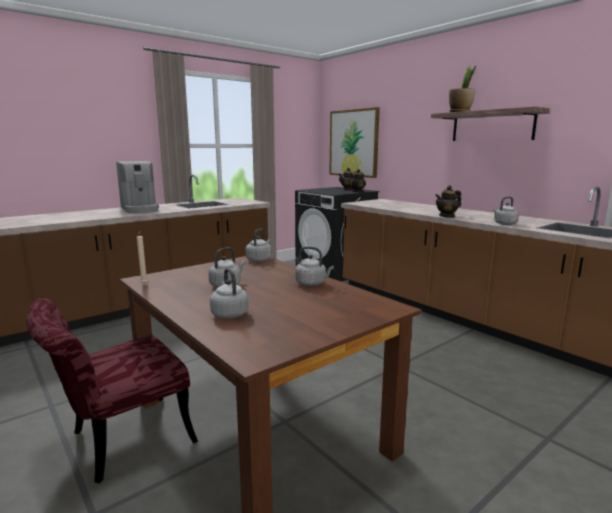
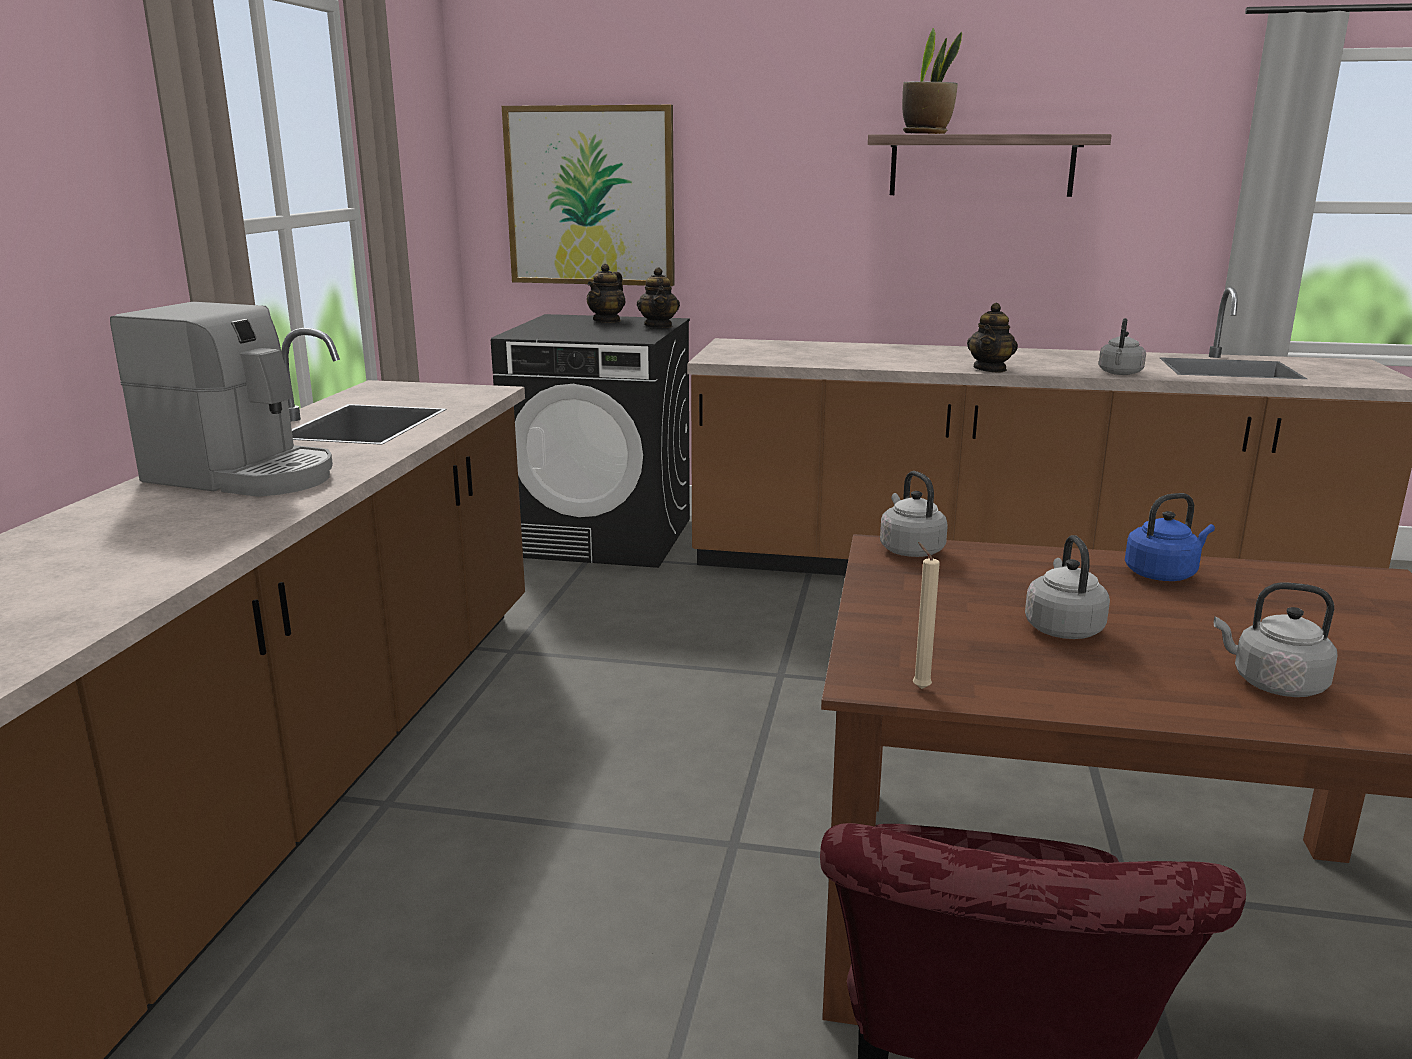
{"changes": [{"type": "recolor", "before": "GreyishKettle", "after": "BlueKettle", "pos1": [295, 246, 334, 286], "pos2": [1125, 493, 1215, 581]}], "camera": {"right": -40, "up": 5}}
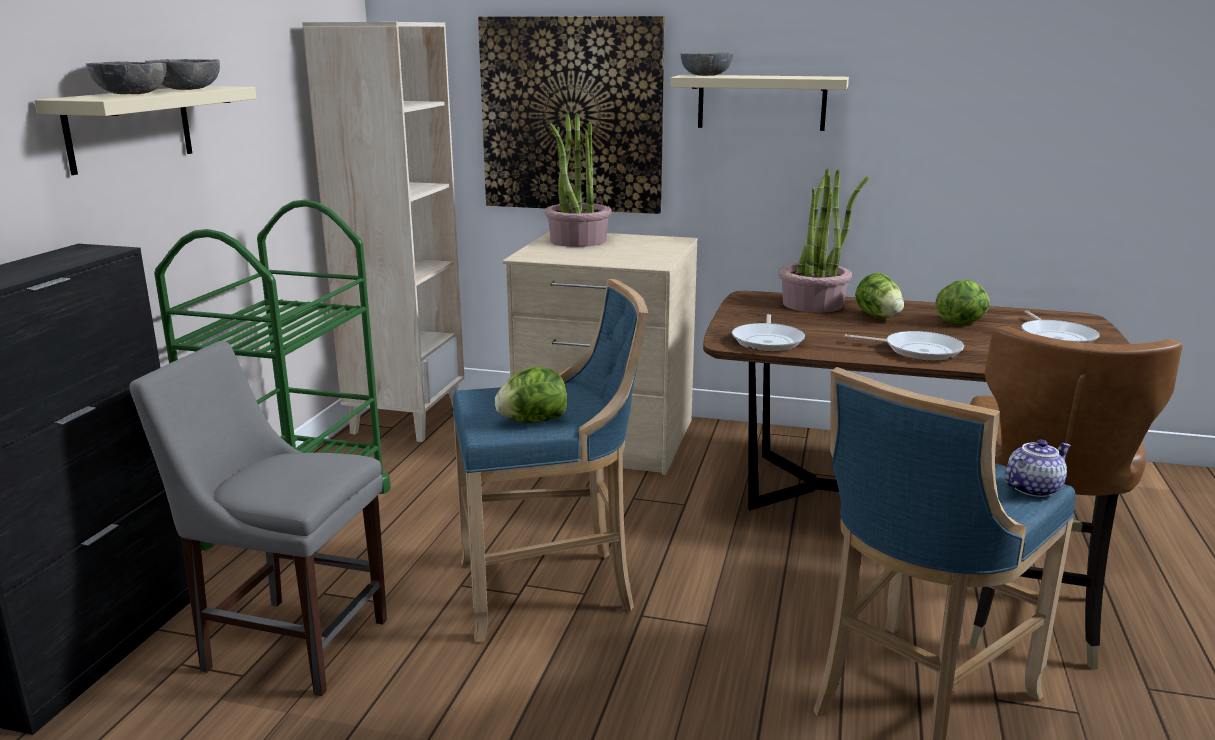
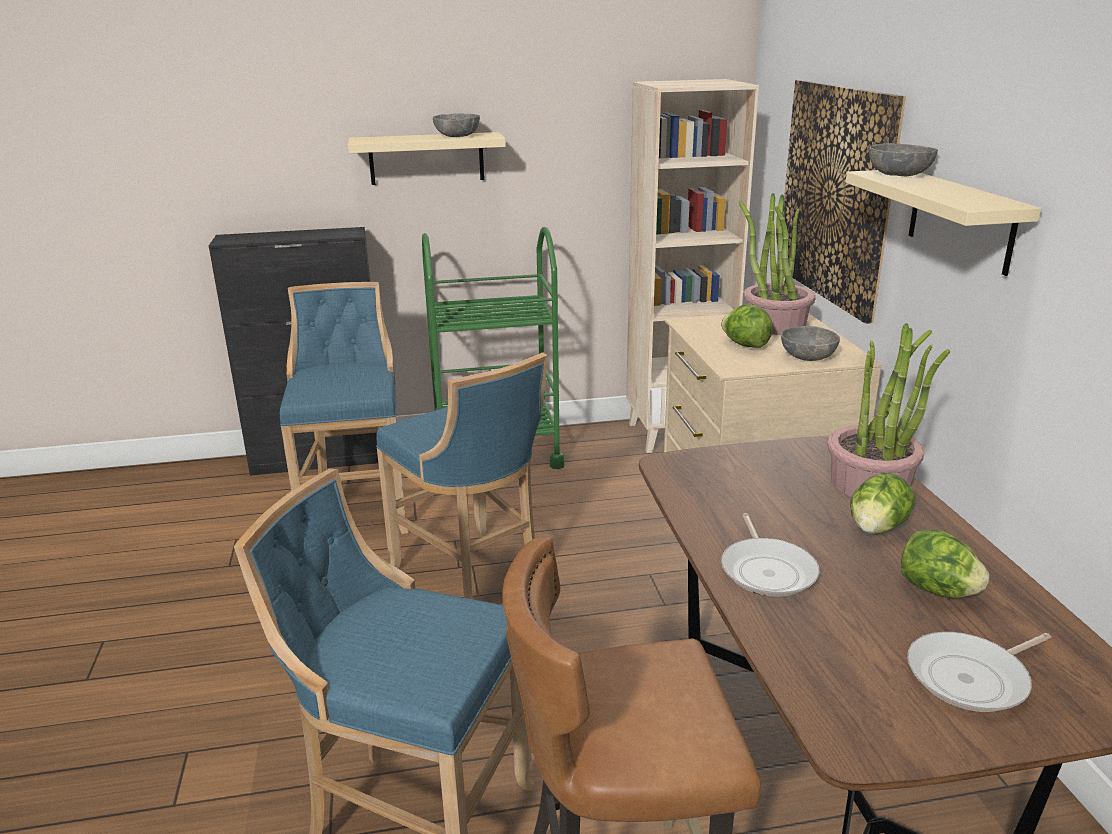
{"changes": [{"type": "delete", "before": "Pan", "pos1": [732, 314, 805, 352]}, {"type": "delete", "before": "PotForTea", "pos1": [1004, 439, 1071, 497]}, {"type": "move", "before": "GreyishServingBowl", "pos1": [86, 61, 167, 94], "pos2": [781, 326, 840, 361]}, {"type": "move", "before": "HeadOfLettuce", "pos1": [495, 367, 567, 423], "pos2": [721, 304, 773, 348]}, {"type": "replace", "before": "GreyishChair", "after": "BlueStoolSeat", "pos1": [129, 341, 387, 696], "pos2": [280, 282, 409, 534]}], "camera": {"right": 65, "up": 5}}
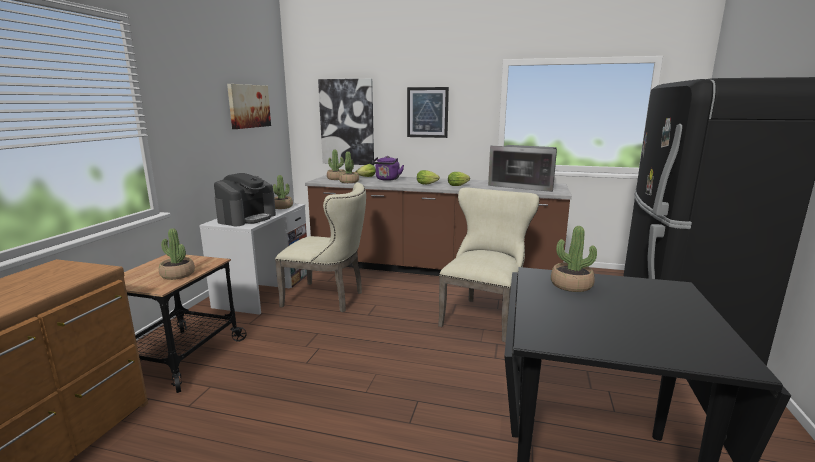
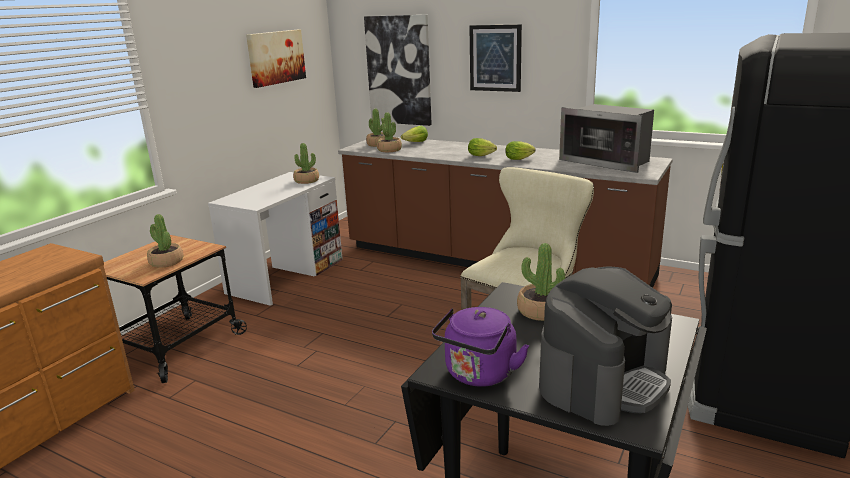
{"changes": [{"type": "delete", "before": "SandColouredChair", "pos1": [275, 183, 366, 312]}, {"type": "move", "before": "CoffeeBrewer", "pos1": [214, 173, 276, 226], "pos2": [539, 267, 672, 426]}, {"type": "move", "before": "PurpleColouredKettle", "pos1": [372, 156, 404, 181], "pos2": [432, 307, 529, 387]}], "camera": {"right": 15, "up": 5}}
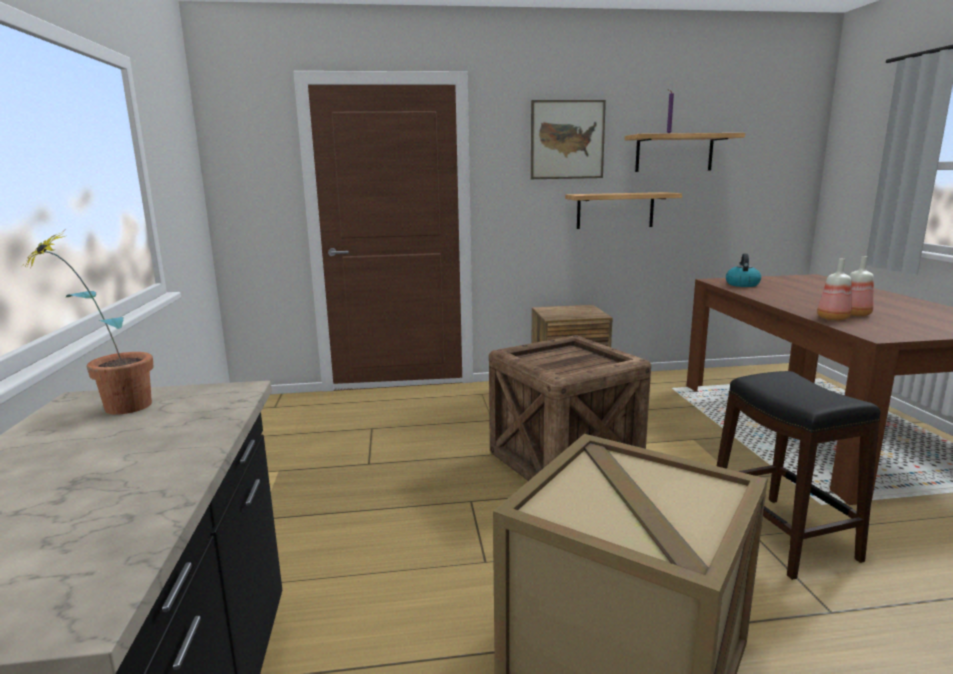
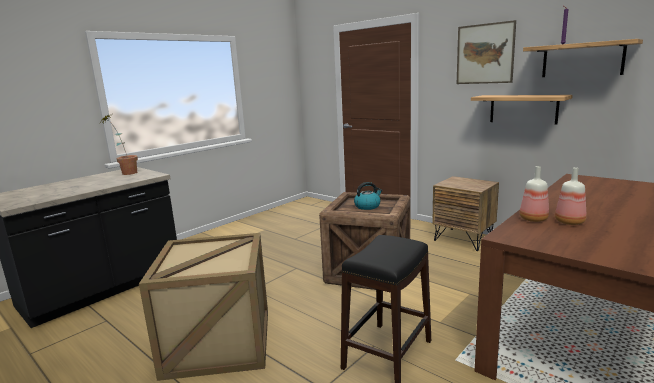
{"changes": [{"type": "move", "before": "Kettle", "pos1": [726, 253, 761, 287], "pos2": [354, 182, 382, 210]}], "camera": {"right": 50, "up": 0}}
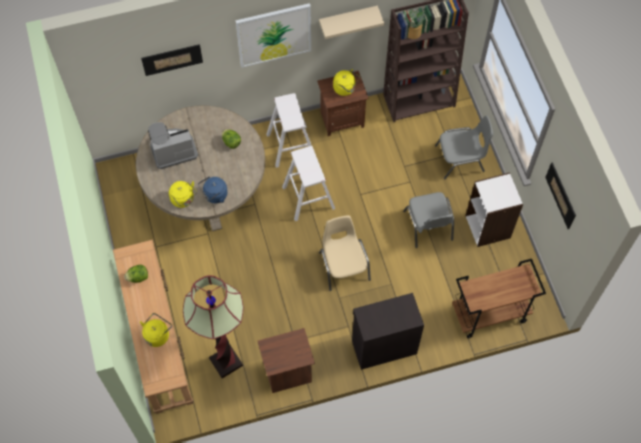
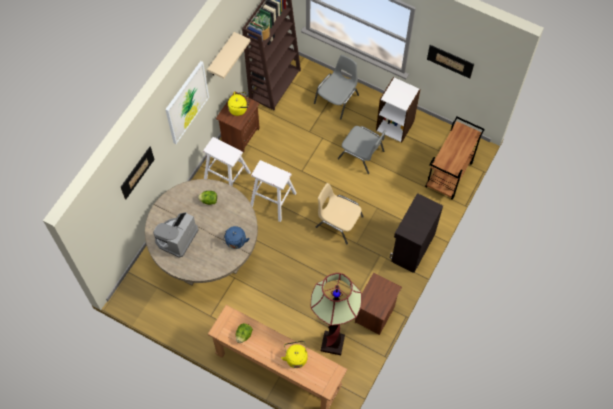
{"changes": [{"type": "delete", "before": "YellowishKettle", "pos1": [169, 181, 197, 208]}], "camera": {"right": -45, "up": 0}}
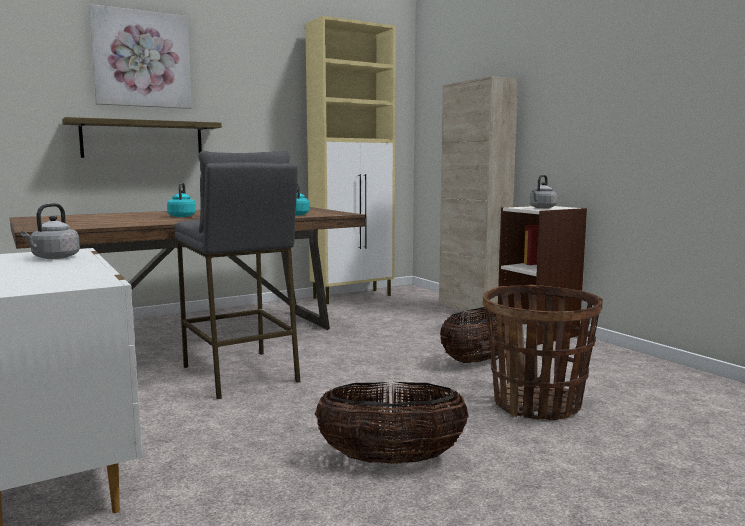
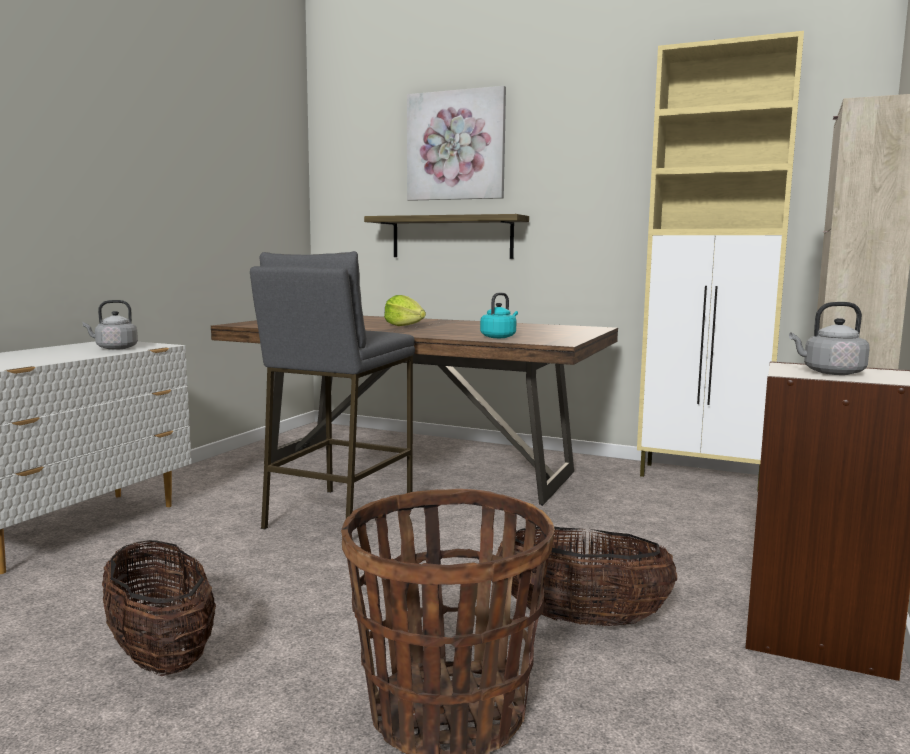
{"changes": [{"type": "replace", "before": "TurquoiseColouredKettle", "after": "HeadOfLettuce", "pos1": [167, 182, 196, 217], "pos2": [384, 295, 426, 326]}], "camera": {"right": 55, "up": 0}}
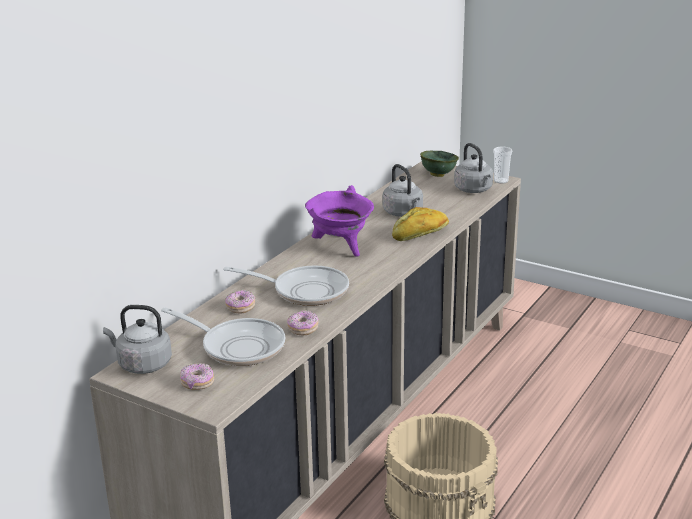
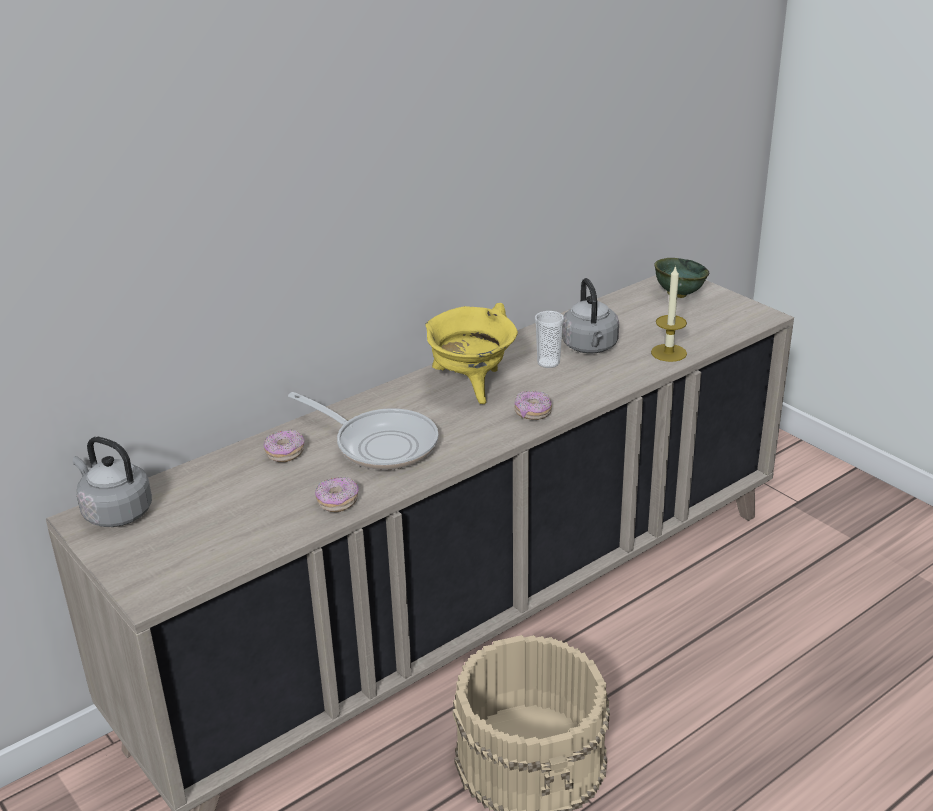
{"changes": [{"type": "delete", "before": "Pan", "pos1": [161, 307, 285, 366]}, {"type": "delete", "before": "BakedBread", "pos1": [392, 207, 449, 241]}, {"type": "delete", "before": "GreyishKettle", "pos1": [454, 143, 493, 193]}, {"type": "insert", "after": "Candle", "pos2": [651, 265, 687, 362]}, {"type": "move", "before": "RingDoughnut", "pos1": [180, 363, 214, 390], "pos2": [514, 391, 552, 420]}, {"type": "move", "before": "DrinkingCup", "pos1": [493, 147, 512, 184], "pos2": [535, 311, 564, 368]}, {"type": "recolor", "before": "PurpleColouredSaucepot", "after": "YellowishSaucepot", "pos1": [305, 185, 374, 257], "pos2": [425, 303, 518, 404]}], "camera": {"right": 20, "up": 5}}
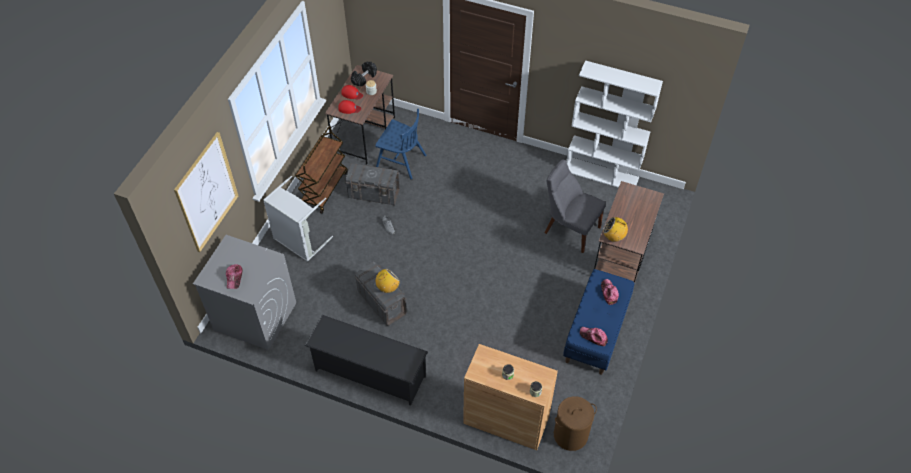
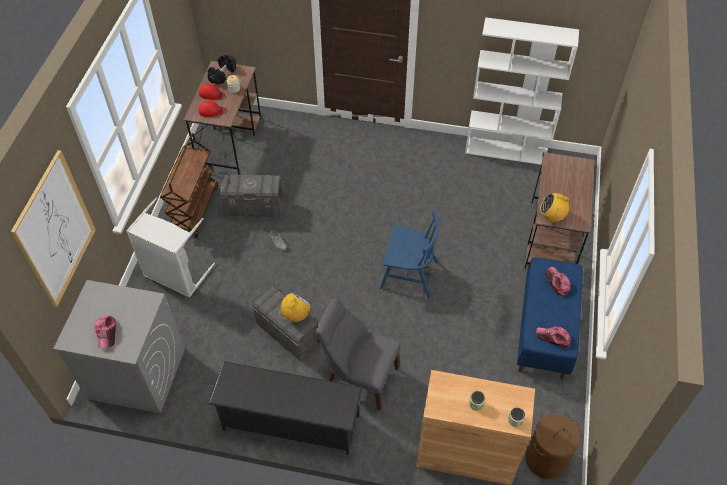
{"changes": [{"type": "move", "before": "BlueChair", "pos1": [375, 109, 426, 179], "pos2": [380, 210, 439, 298]}, {"type": "move", "before": "GreyishChair", "pos1": [545, 159, 606, 253], "pos2": [316, 298, 400, 411]}], "camera": {"right": -10, "up": 0}}
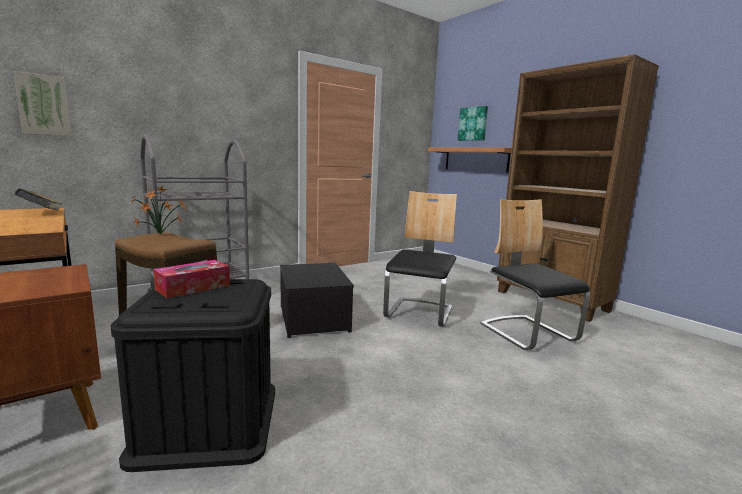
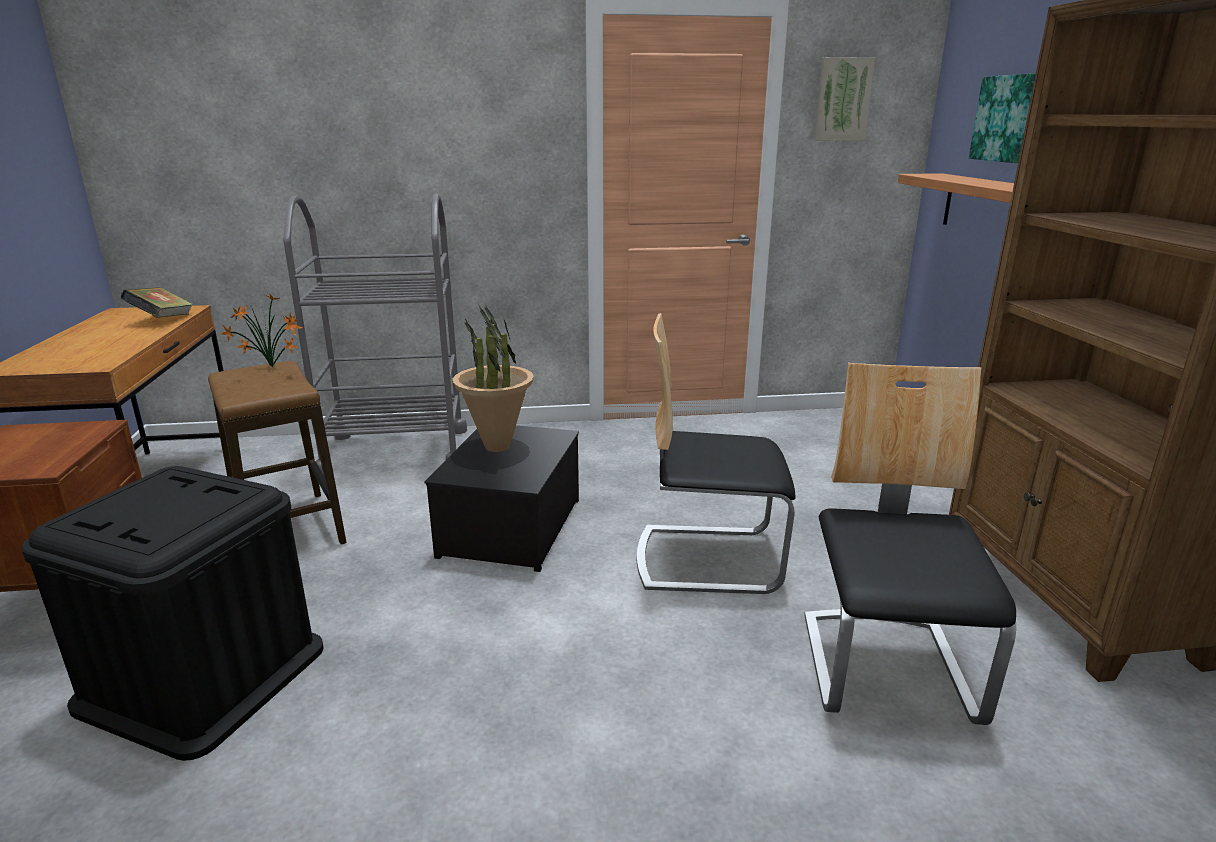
{"changes": [{"type": "delete", "before": "BoxOfTissues", "pos1": [153, 260, 230, 299]}, {"type": "insert", "after": "PlantInAPot", "pos2": [453, 304, 534, 452]}, {"type": "move", "before": "WallPicture", "pos1": [13, 71, 71, 136], "pos2": [814, 57, 875, 141]}, {"type": "rotate", "before": "Chair", "pos1": [383, 191, 457, 327], "pos2": [636, 313, 796, 594], "turn": -135}], "camera": {"right": 30, "up": 10}}
